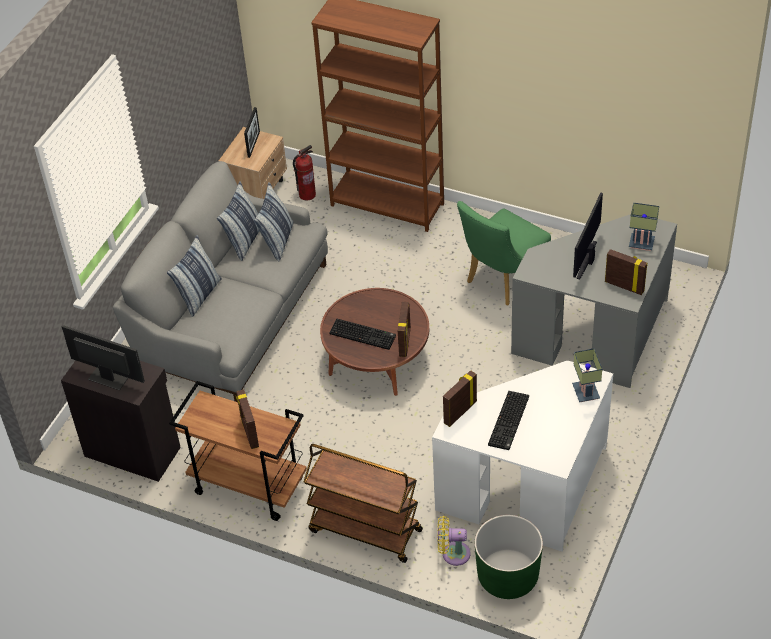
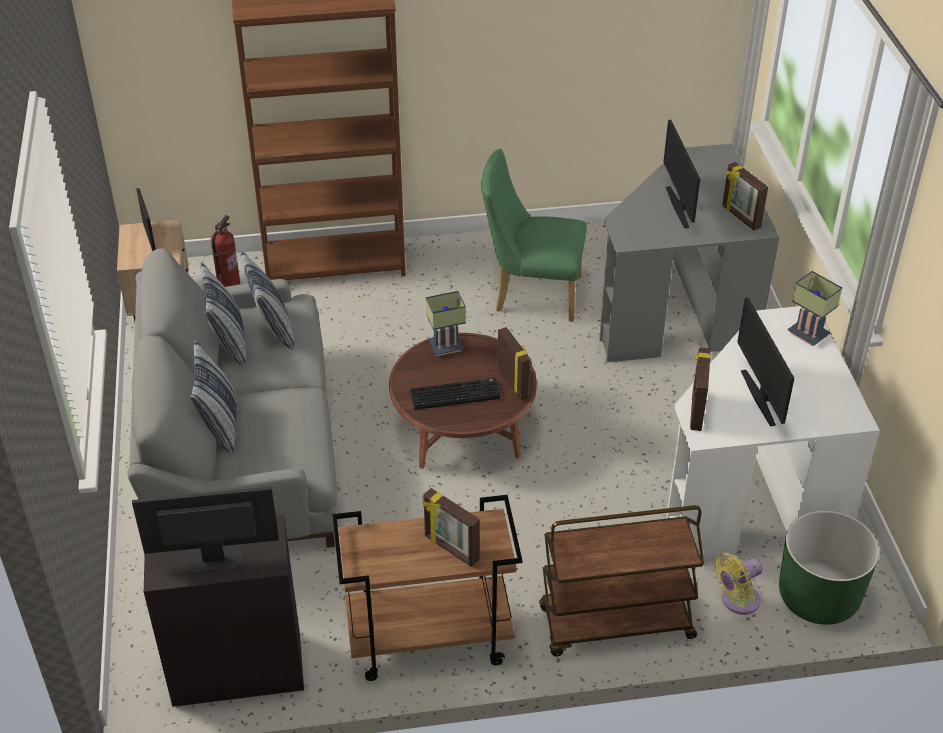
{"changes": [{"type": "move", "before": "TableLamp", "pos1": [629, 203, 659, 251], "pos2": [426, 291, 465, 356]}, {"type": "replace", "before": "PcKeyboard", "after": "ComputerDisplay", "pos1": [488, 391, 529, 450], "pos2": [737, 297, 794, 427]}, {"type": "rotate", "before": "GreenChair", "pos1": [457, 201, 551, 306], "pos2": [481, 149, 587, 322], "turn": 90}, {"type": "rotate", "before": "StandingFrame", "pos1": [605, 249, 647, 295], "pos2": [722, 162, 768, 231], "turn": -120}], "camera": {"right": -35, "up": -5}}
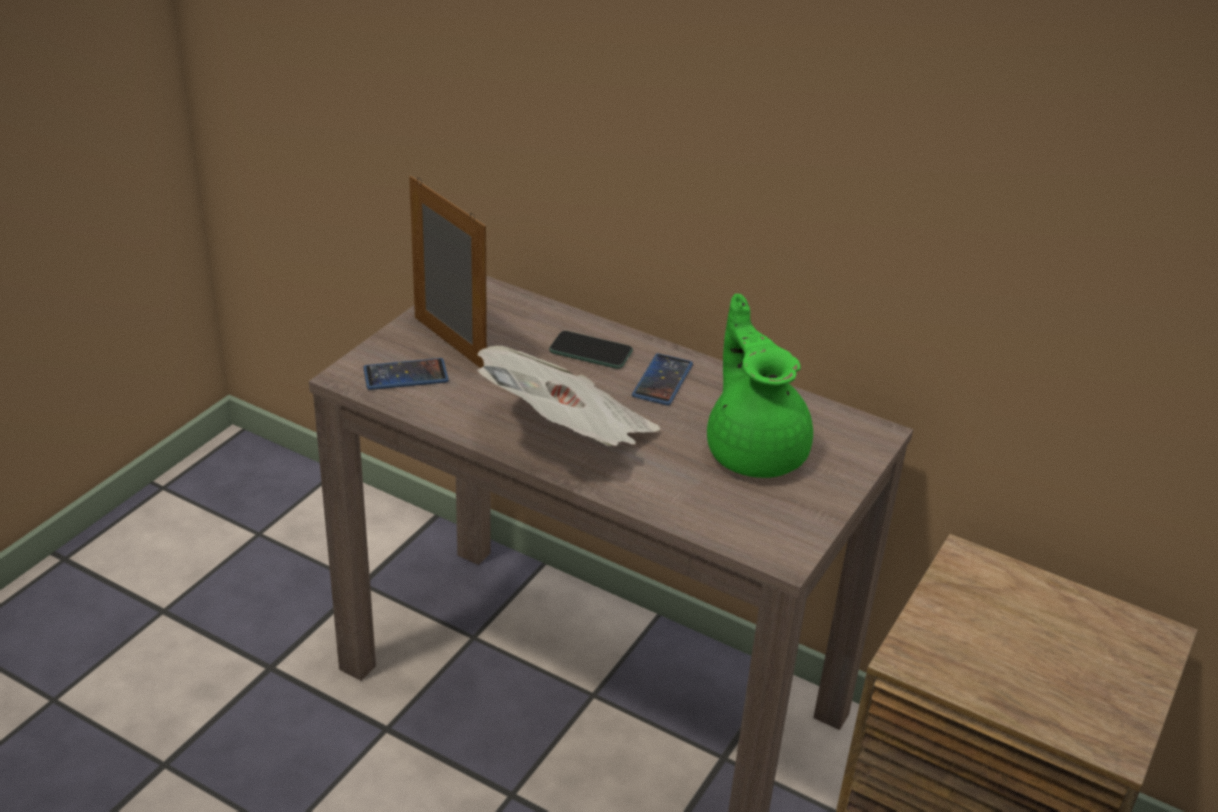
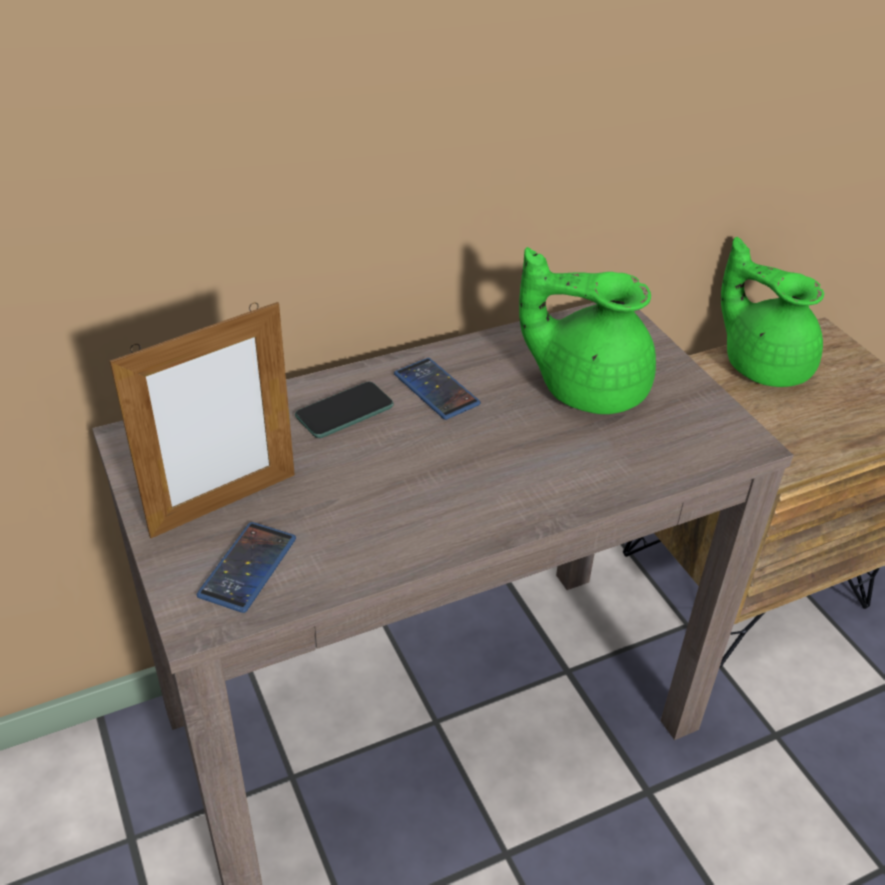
{"changes": [{"type": "delete", "before": "DailyPaper", "pos1": [477, 345, 660, 447]}, {"type": "insert", "after": "GreenPotForTea", "pos2": [721, 237, 824, 387]}, {"type": "rotate", "before": "StandingFrame", "pos1": [409, 176, 487, 368], "pos2": [110, 302, 295, 538], "turn": 150}], "camera": {"right": -55, "up": 5}}
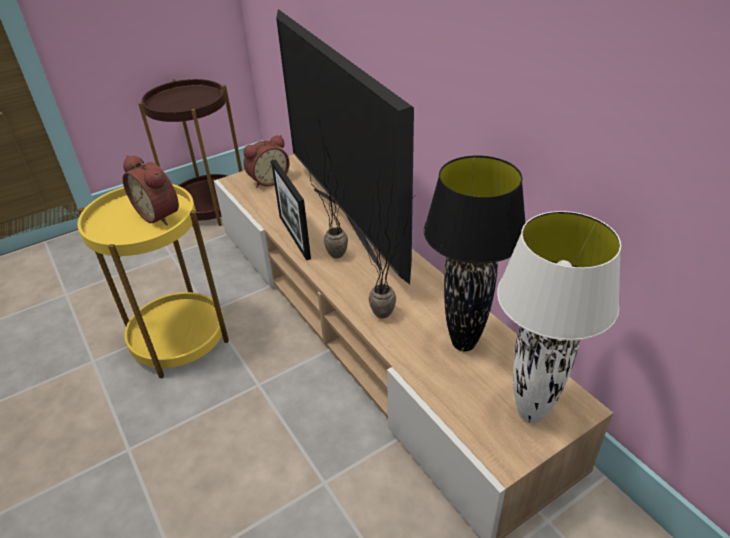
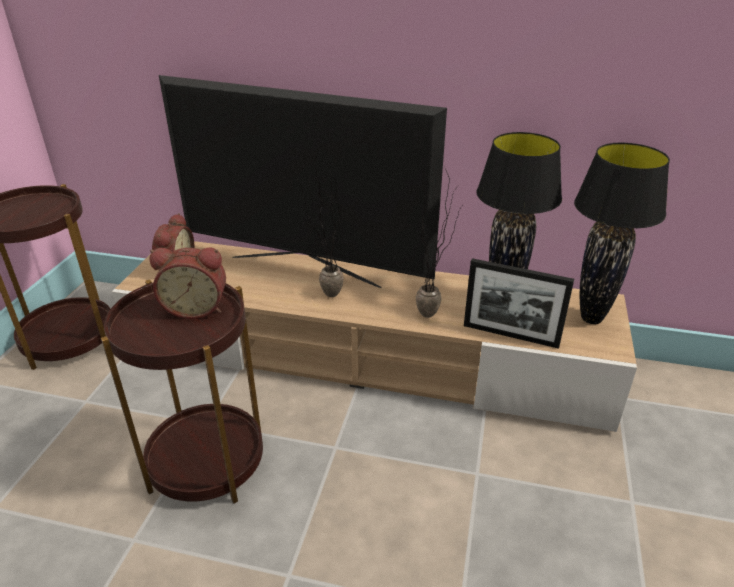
{"changes": [{"type": "move", "before": "StandingFrame", "pos1": [271, 159, 311, 260], "pos2": [464, 258, 574, 349]}, {"type": "recolor", "before": "YellowishSideTable", "after": "BrownColouredSideTable", "pos1": [77, 184, 229, 378], "pos2": [101, 279, 263, 504]}, {"type": "recolor", "before": "WhiteColouredTableLamp", "after": "BlackColouredTableLamp", "pos1": [497, 211, 621, 423], "pos2": [574, 143, 670, 324]}], "camera": {"right": -45, "up": -5}}
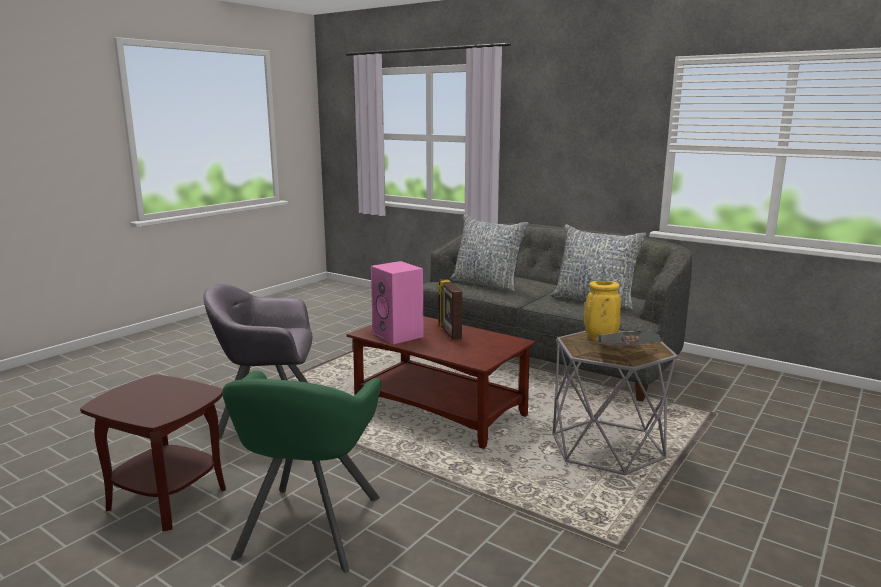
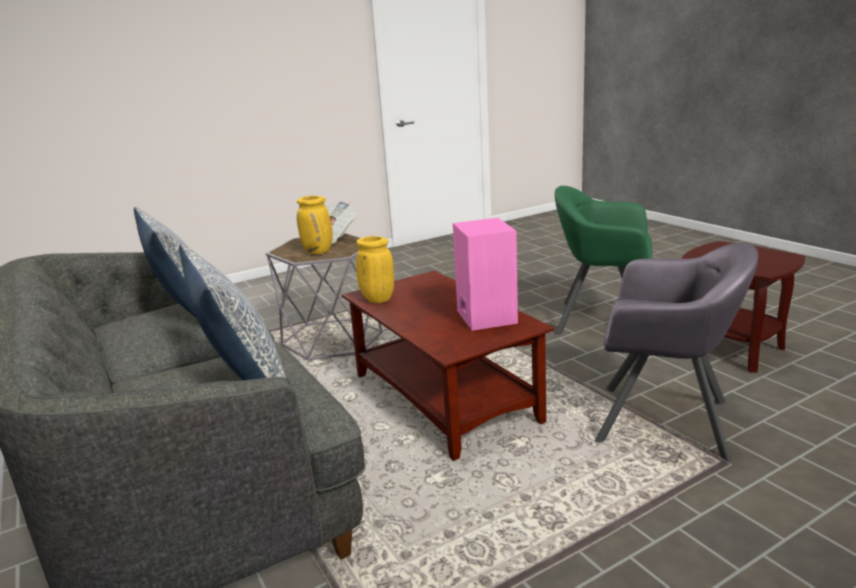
{"changes": [{"type": "delete", "before": "StandingFrame", "pos1": [437, 279, 462, 340]}, {"type": "insert", "after": "YellowishVase", "pos2": [356, 236, 394, 303]}, {"type": "rotate", "before": "GreenLoungeChair", "pos1": [222, 371, 381, 573], "pos2": [555, 186, 652, 335], "turn": -105}], "camera": {"right": -155, "up": 5}}
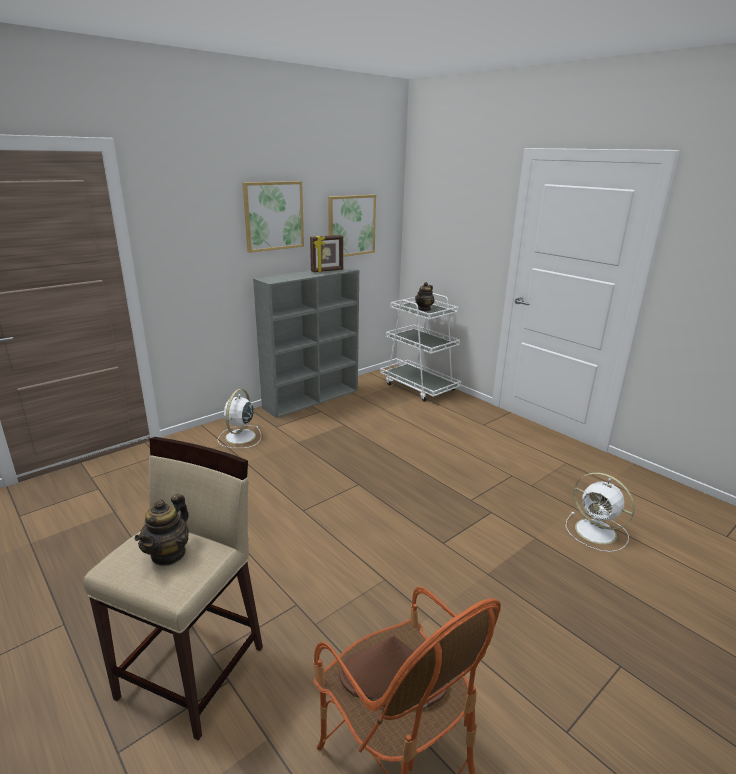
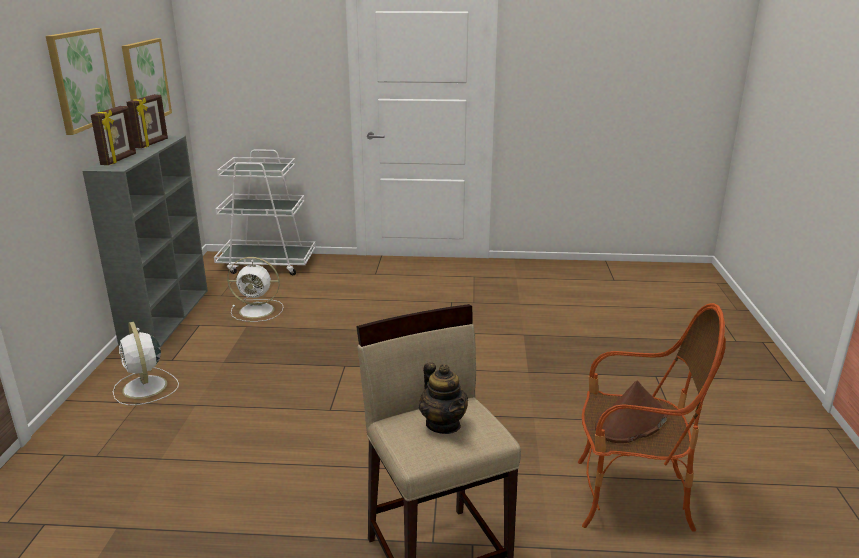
{"changes": [{"type": "delete", "before": "PotForTea", "pos1": [415, 282, 435, 311]}, {"type": "insert", "after": "StandingFrame", "pos2": [91, 106, 136, 165]}, {"type": "move", "before": "WhiteColouredElectricFan", "pos1": [566, 472, 635, 552], "pos2": [227, 257, 284, 322]}], "camera": {"right": -45, "up": 0}}
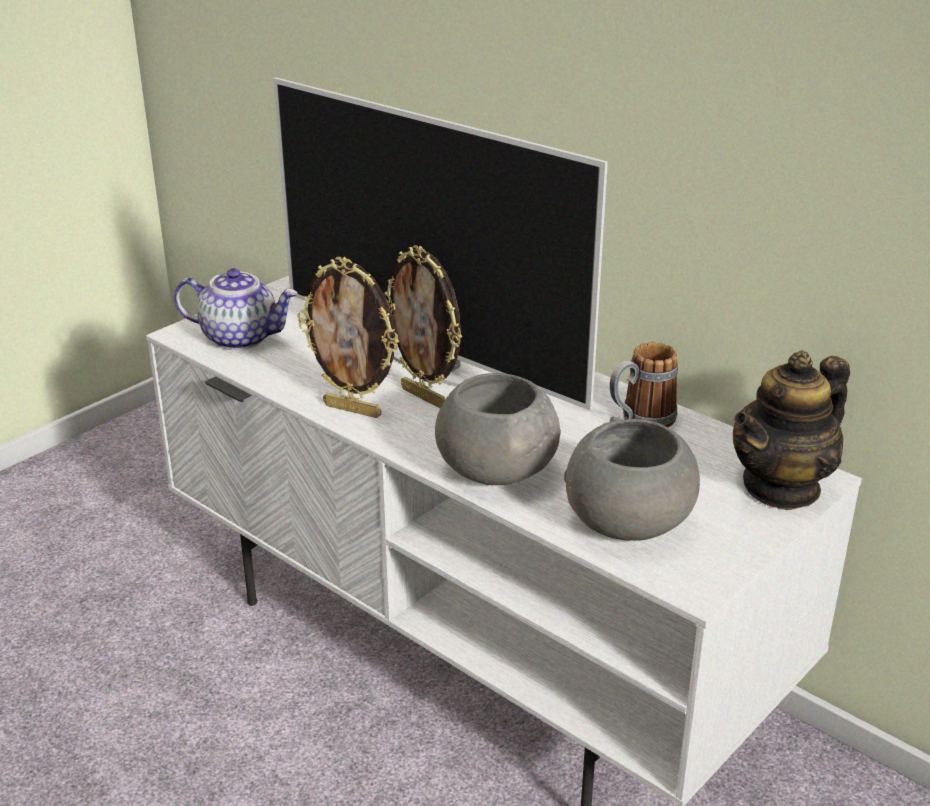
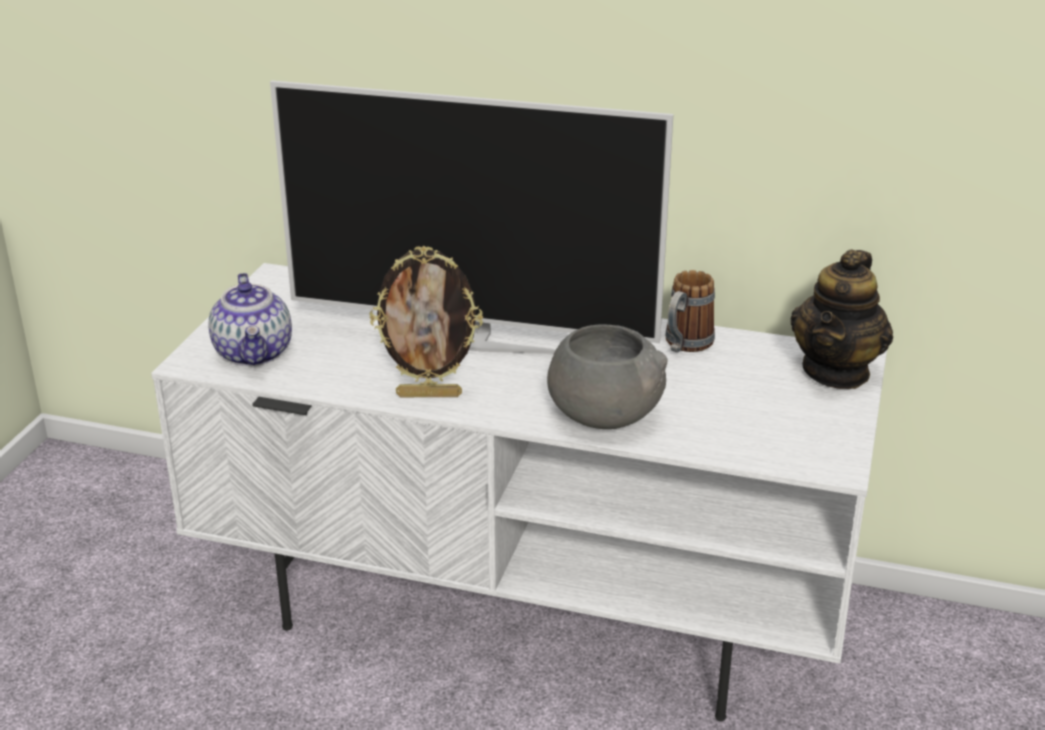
{"changes": [{"type": "delete", "before": "StandingFrame", "pos1": [385, 245, 462, 408]}, {"type": "delete", "before": "GreyishServingBowl", "pos1": [564, 417, 700, 541]}, {"type": "rotate", "before": "PotForTea", "pos1": [174, 268, 298, 350], "pos2": [208, 273, 292, 366], "turn": 90}], "camera": {"right": -25, "up": 0}}
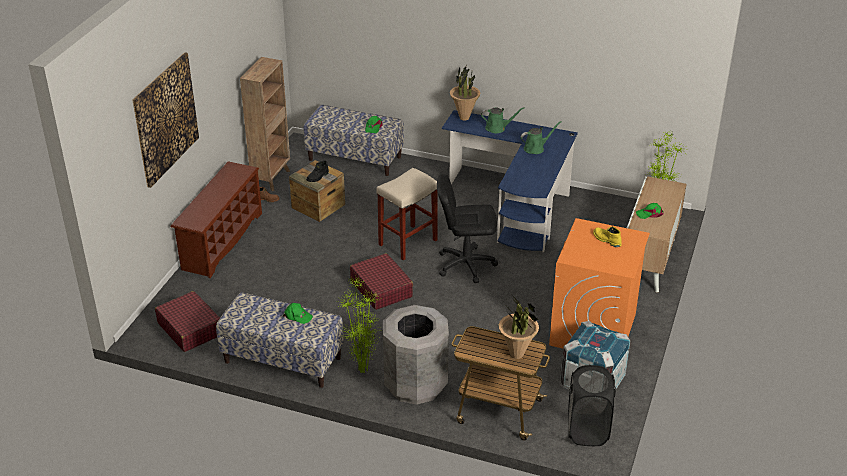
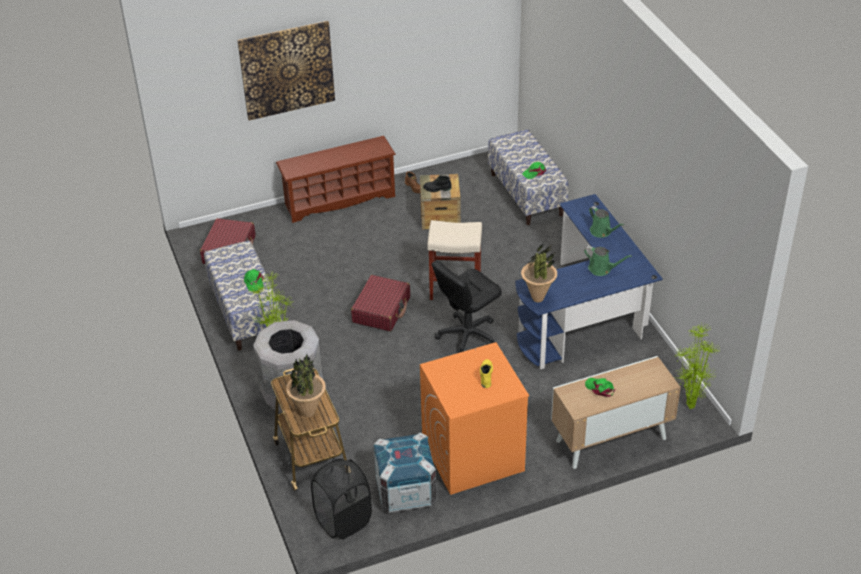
{"changes": [{"type": "delete", "before": "BrownColouredShelvingUnit", "pos1": [240, 57, 290, 191]}, {"type": "move", "before": "PlantInAPot", "pos1": [450, 66, 480, 120], "pos2": [521, 243, 557, 302]}, {"type": "rotate", "before": "BlackColouredDeskChair", "pos1": [437, 174, 498, 283], "pos2": [432, 260, 502, 353], "turn": -90}], "camera": {"right": 50, "up": 5}}
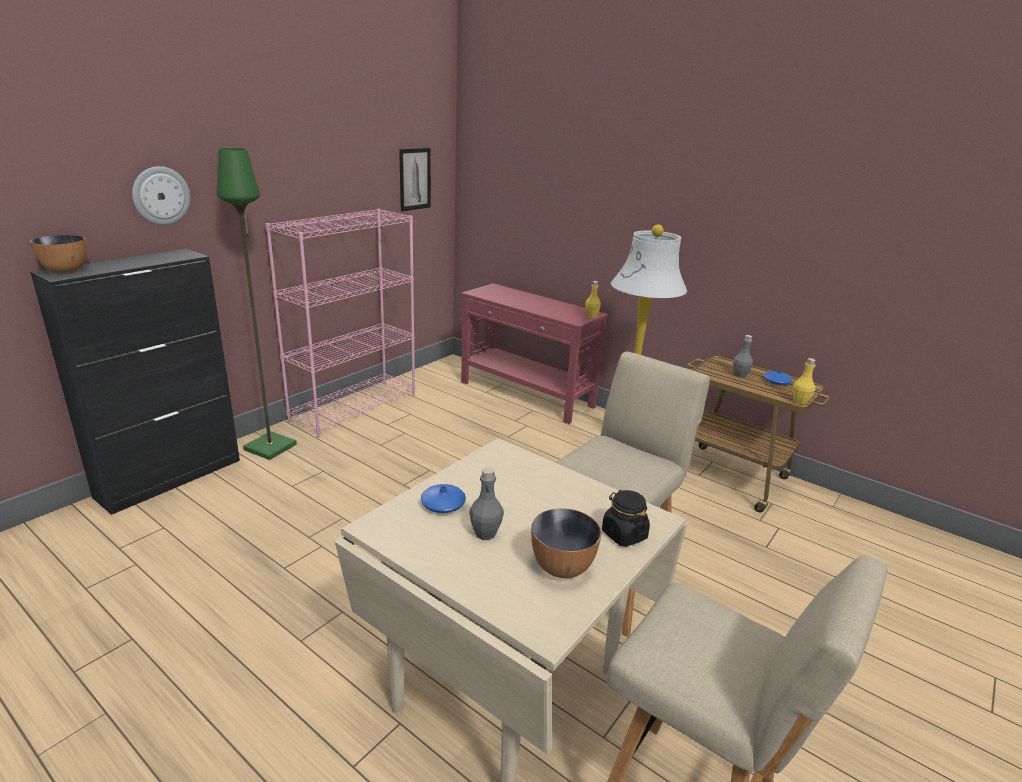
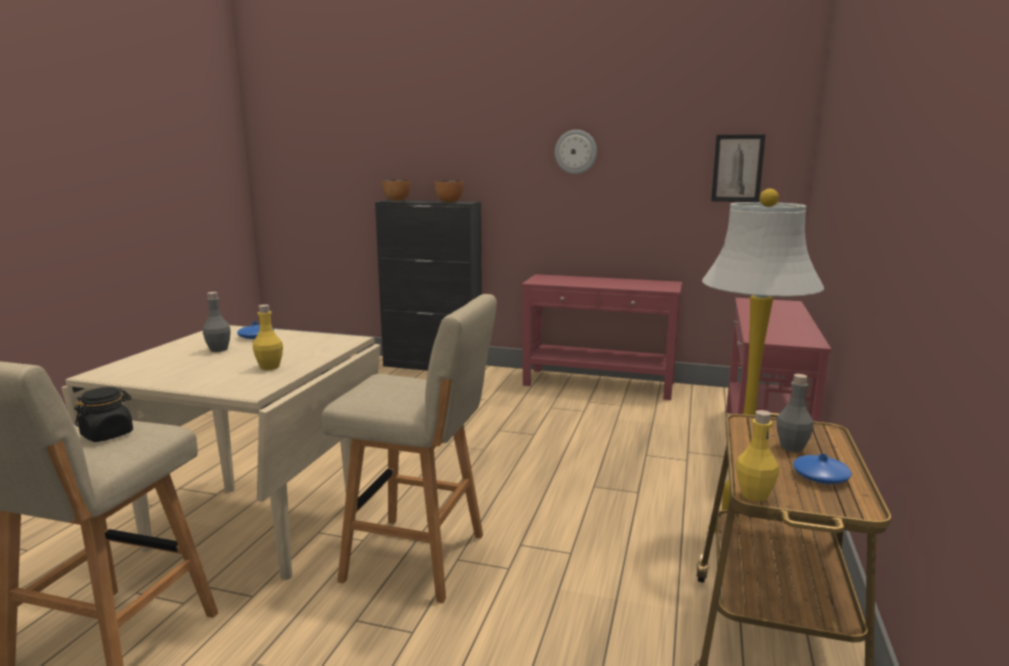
{"changes": [{"type": "delete", "before": "GreenFloorLamp", "pos1": [217, 148, 297, 460]}, {"type": "move", "before": "ClockOnTheWall", "pos1": [132, 166, 190, 225], "pos2": [555, 130, 597, 174]}, {"type": "move", "before": "ServingBowl", "pos1": [531, 508, 601, 578], "pos2": [434, 180, 464, 202]}, {"type": "move", "before": "YellowishBottle", "pos1": [585, 281, 601, 318], "pos2": [253, 305, 283, 370]}, {"type": "move", "before": "BlackColouredStorageJar", "pos1": [602, 490, 650, 547], "pos2": [74, 387, 133, 442]}, {"type": "replace", "before": "PinkColouredShelvingUnit", "after": "ReddishNarrowTable", "pos1": [266, 209, 415, 438], "pos2": [522, 274, 682, 400]}], "camera": {"right": 70, "up": -10}}
